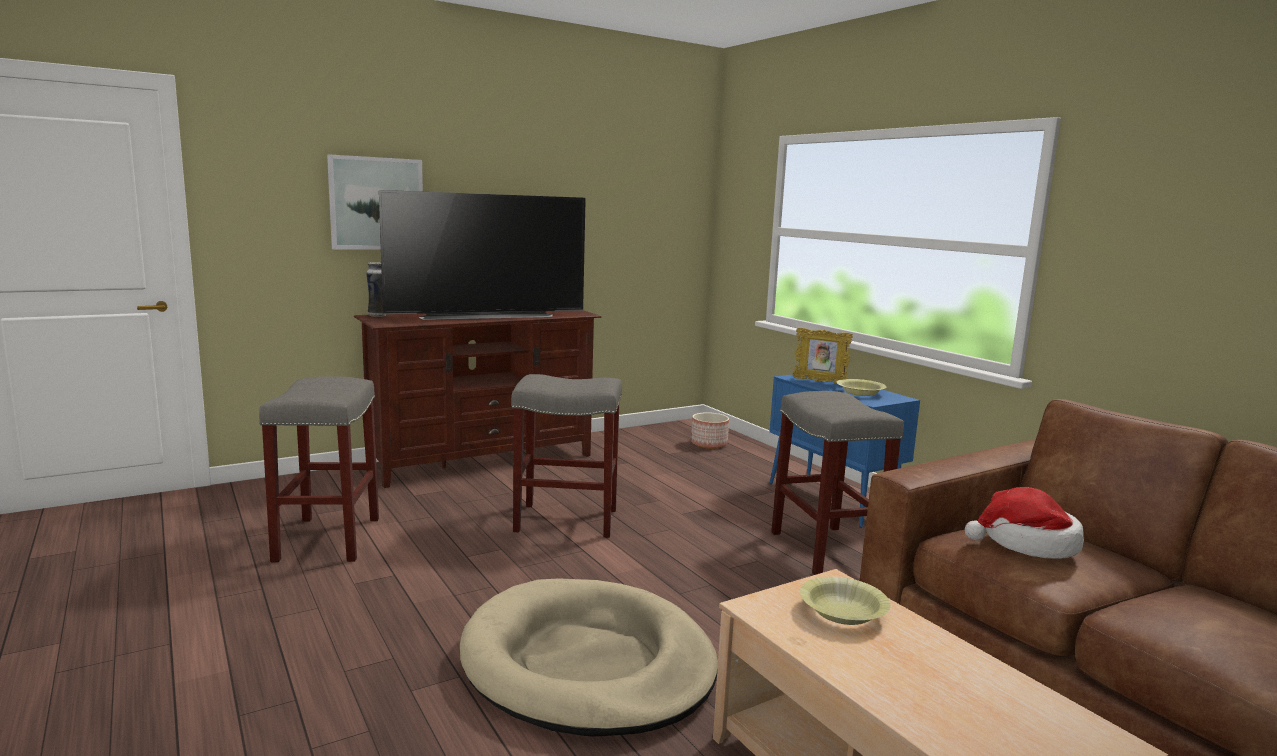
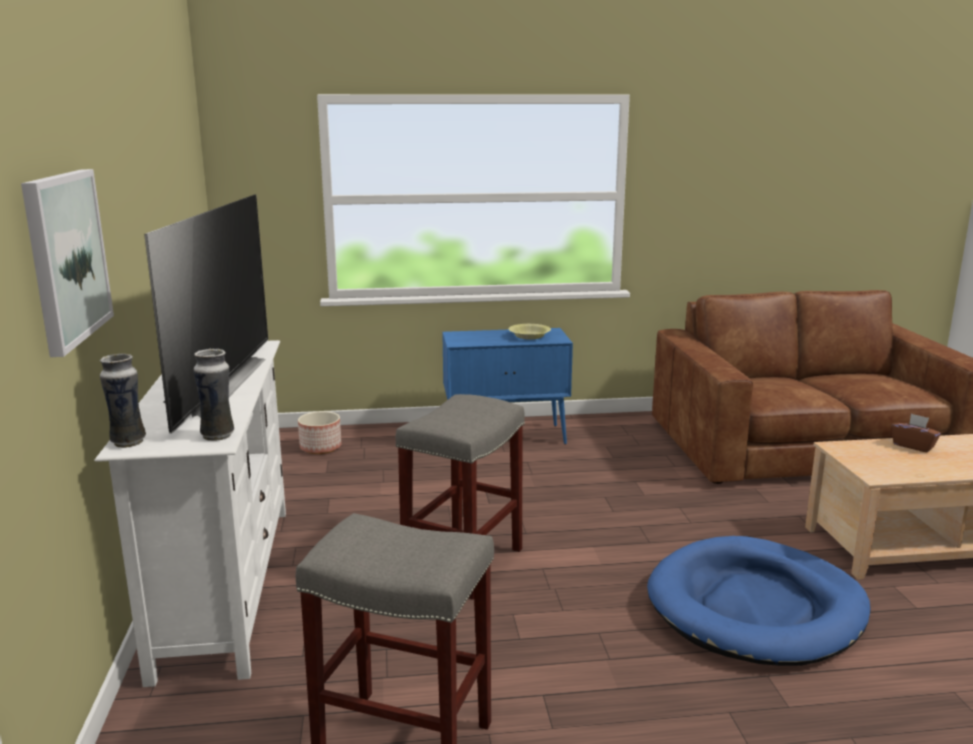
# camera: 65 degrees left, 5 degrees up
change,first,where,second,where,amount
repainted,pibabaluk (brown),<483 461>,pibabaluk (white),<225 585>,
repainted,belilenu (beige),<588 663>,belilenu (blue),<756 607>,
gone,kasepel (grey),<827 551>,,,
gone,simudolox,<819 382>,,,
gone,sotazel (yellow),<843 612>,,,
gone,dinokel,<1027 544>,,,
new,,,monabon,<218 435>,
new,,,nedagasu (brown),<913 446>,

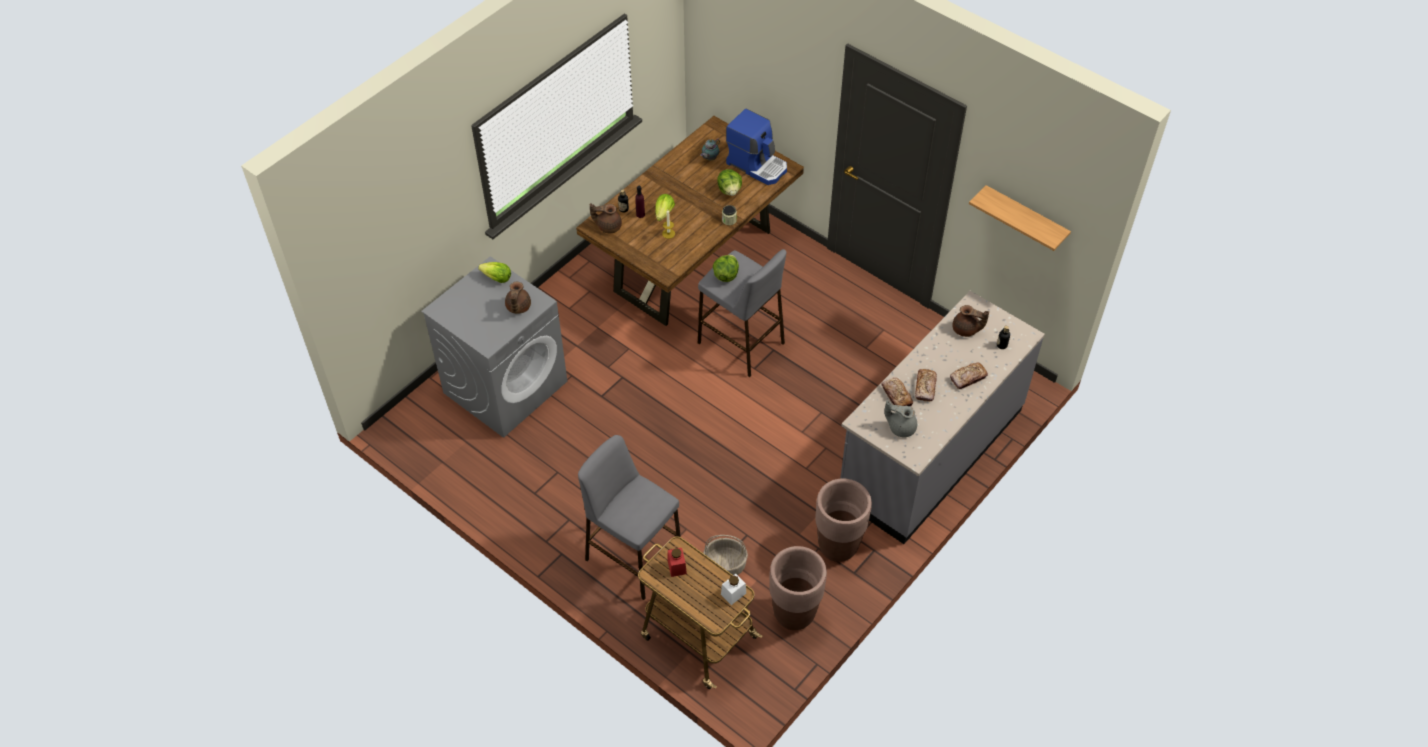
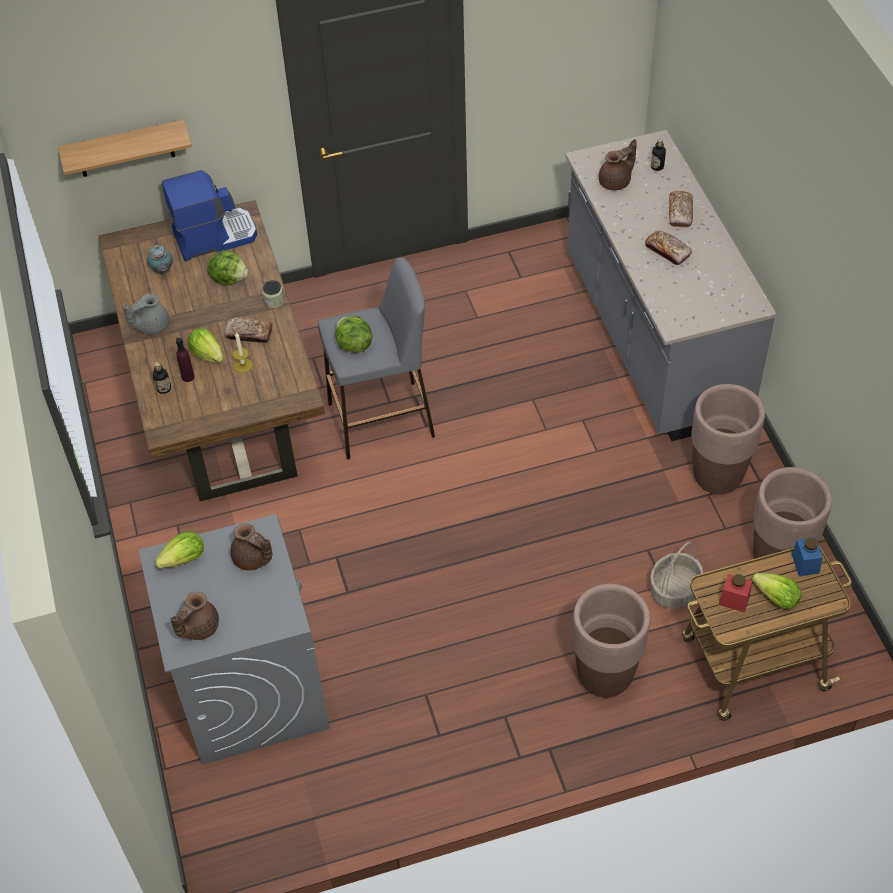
# camera: 55 degrees left, 0 degrees up
change,first,where,second,where,amount
swapped,kasepel (grey),<633 557>,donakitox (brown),<604 676>,
shifted,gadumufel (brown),<608 226>,,<198 627>,
repainted,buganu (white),<733 594>,buganu (blue),<805 563>,
shifted,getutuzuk,<896 396>,,<249 334>,
shifted,gadumufel (grey),<901 427>,,<151 326>,
shifted,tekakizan,<1025 219>,,<125 149>,
new,,,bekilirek,<776 598>,

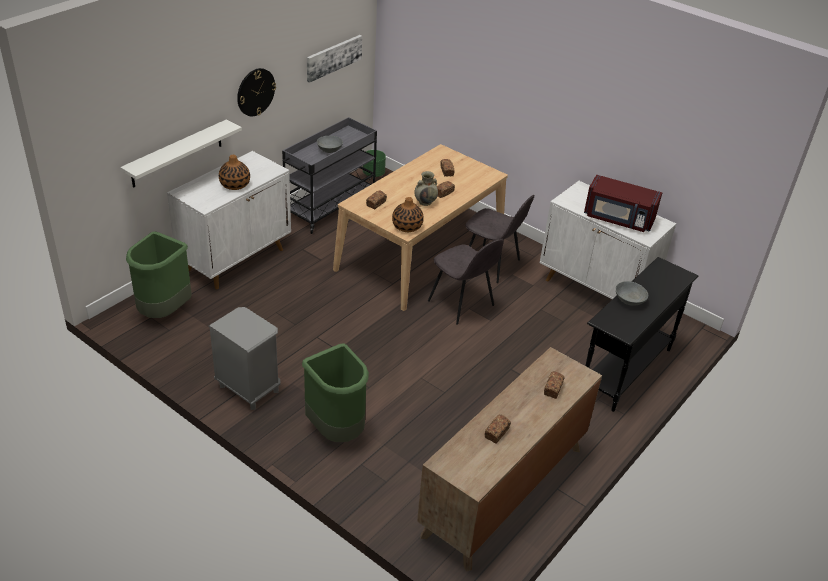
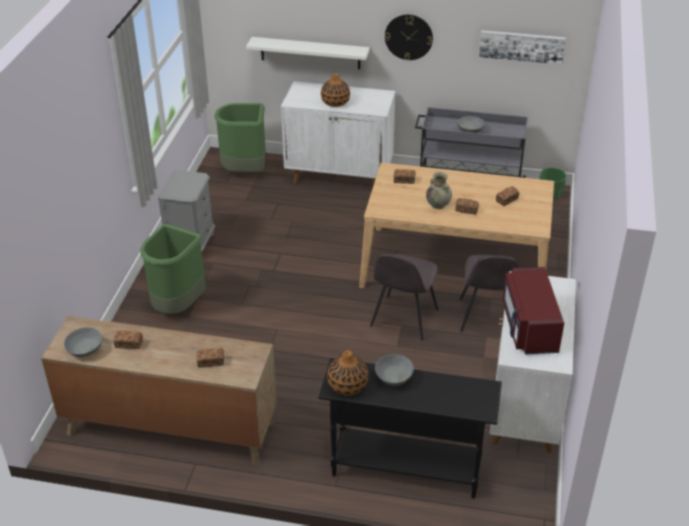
# camera: 65 degrees right, 0 degrees up
change,first,where,second,where,amount
shifted,monabon,<407 226>,,<348 385>,
new,,,sotazel (grey),<85 349>,

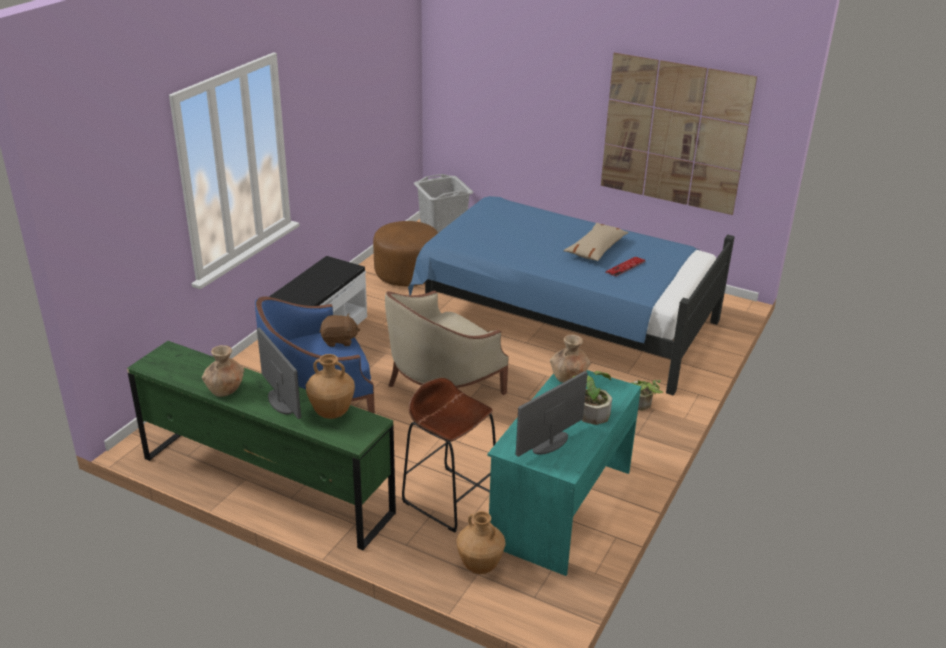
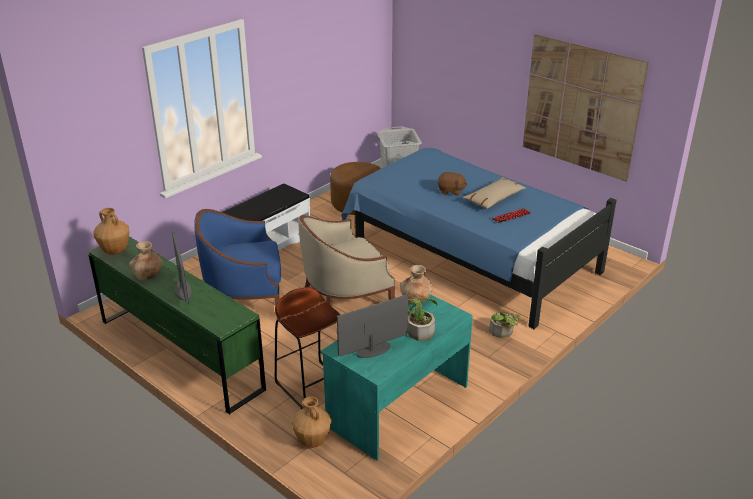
# camera: 15 degrees right, 0 degrees up
change,first,where,second,where,amount
shifted,monabon (brown),<331 413>,,<115 251>,
shifted,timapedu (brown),<339 340>,,<451 191>,

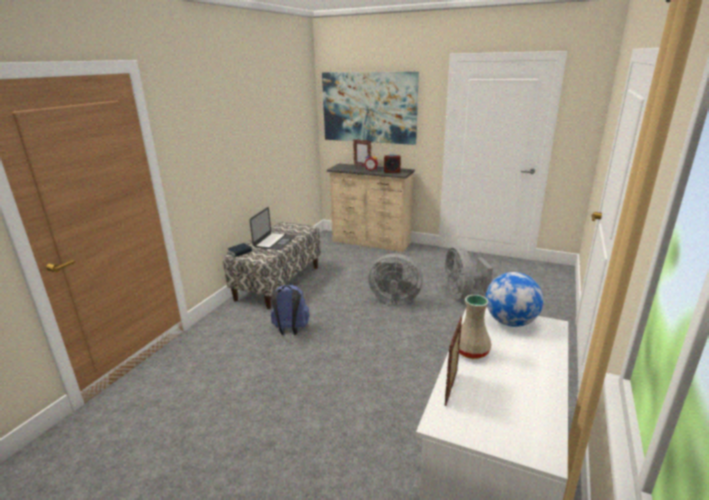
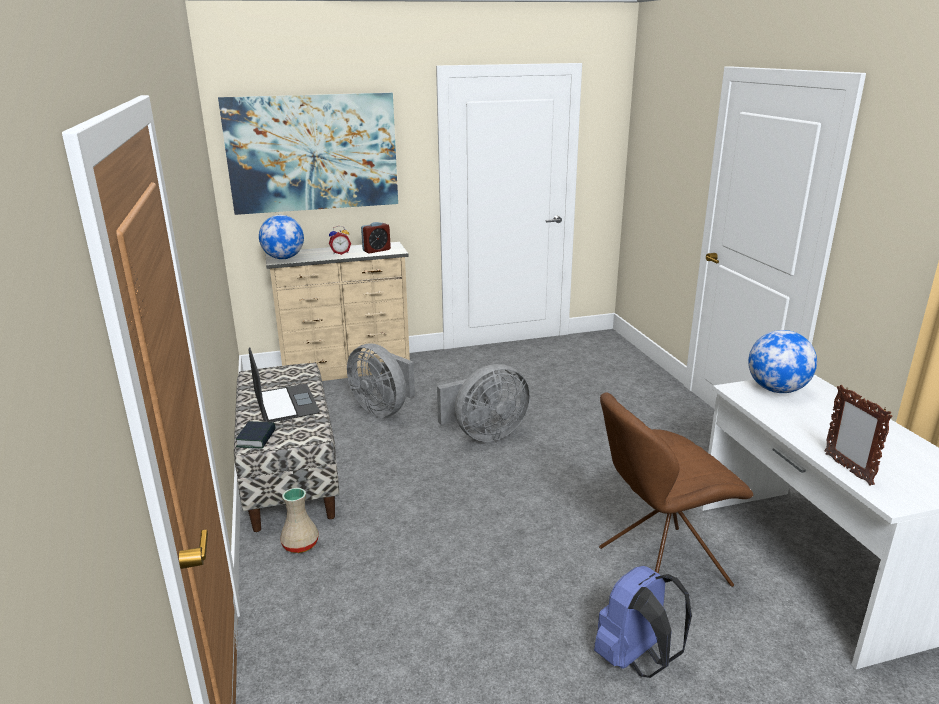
# camera: 40 degrees left, 0 degrees up
change,first,where,second,where,amount
shifted,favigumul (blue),<290 330>,,<636 659>,
gone,simudolox,<362 166>,,,
shifted,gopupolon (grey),<462 294>,,<383 409>,
shifted,monabon (beige),<472 351>,,<301 545>,
new,,,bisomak,<283 258>,
new,,,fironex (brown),<658 567>,

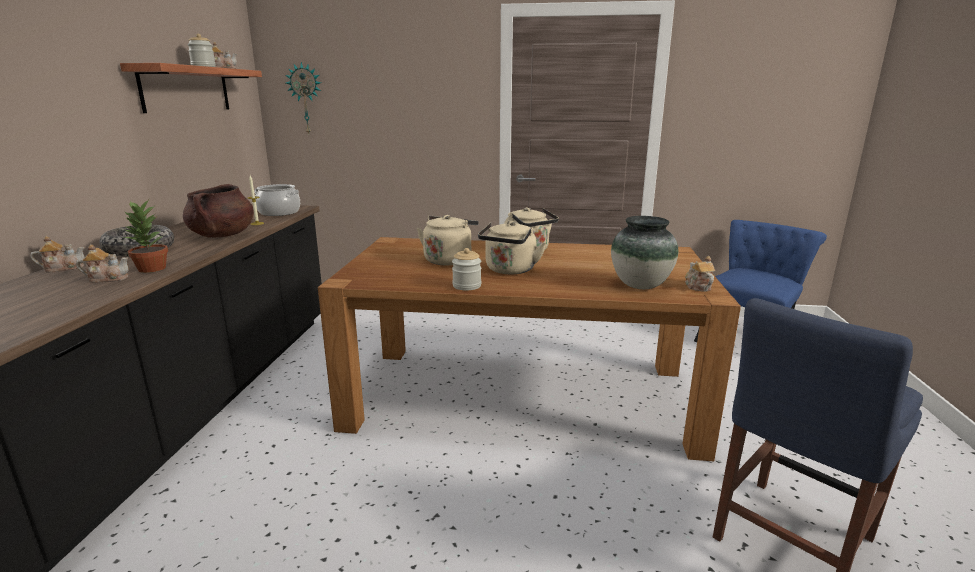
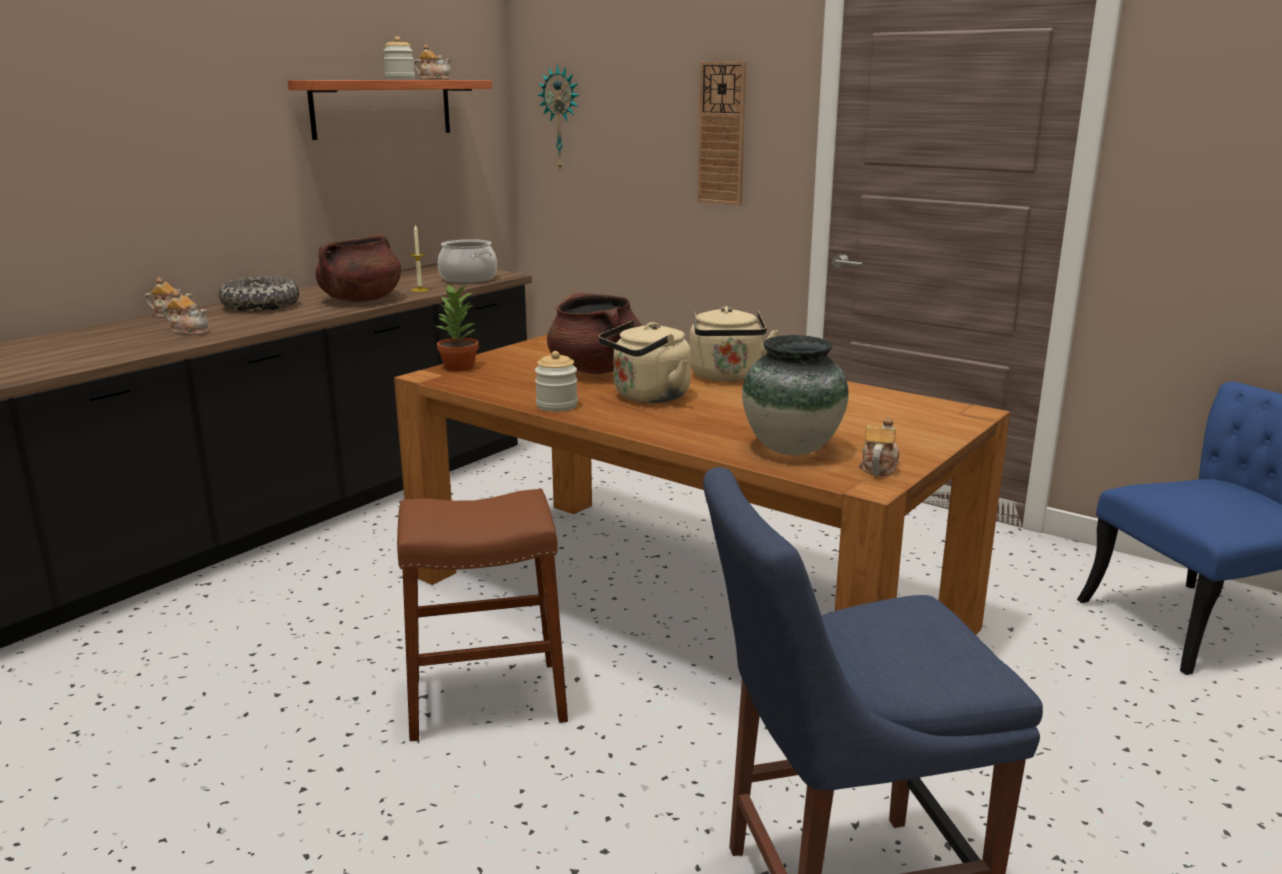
# camera: 30 degrees right, 0 degrees up
change,first,where,second,where,amount
shifted,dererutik,<152 269>,,<459 367>,
swapped,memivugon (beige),<448 260>,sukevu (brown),<596 370>,
new,,,kasepel (brown),<486 699>,
new,,,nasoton,<722 134>,

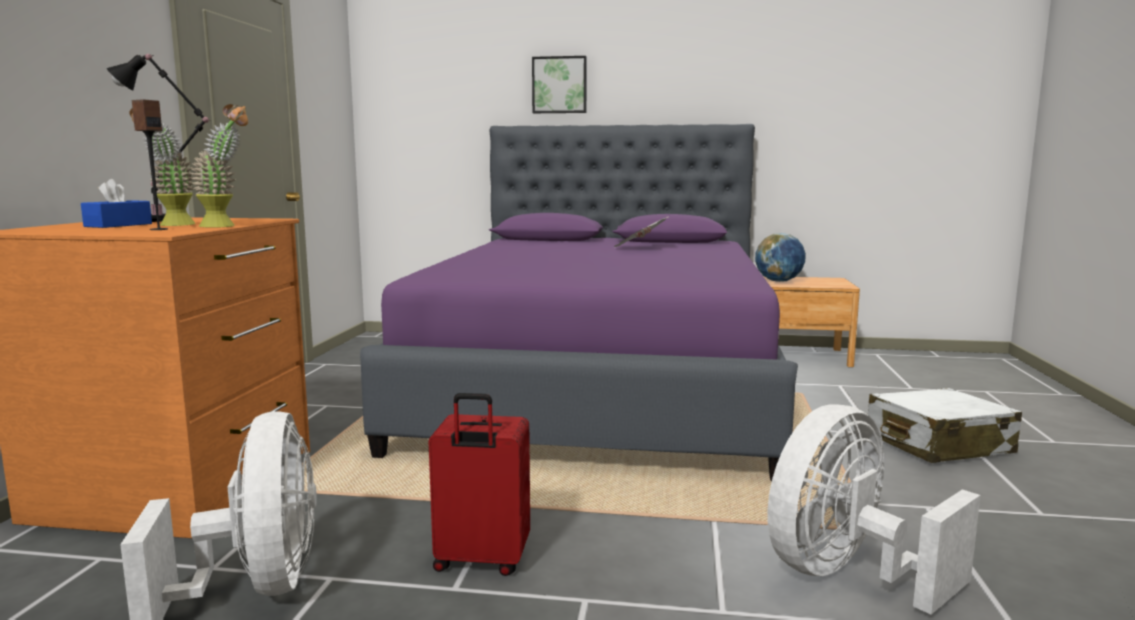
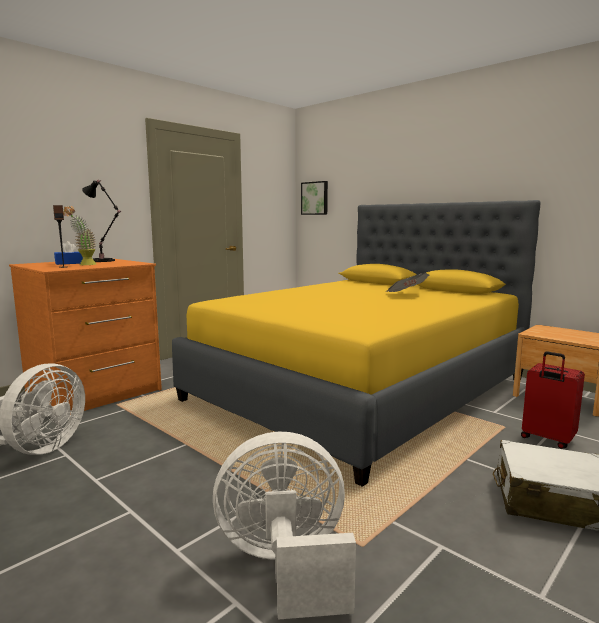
# camera: 35 degrees right, 0 degrees up
change,first,where,second,where,amount
gone,dererutik,<226 226>,,,
repainted,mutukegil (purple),<599 389>,mutukegil (yellow),<360 389>,
shifted,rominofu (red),<481 561>,,<547 439>,
shifted,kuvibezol,<559 85>,,<315 198>,
gone,bisomak,<779 281>,,,

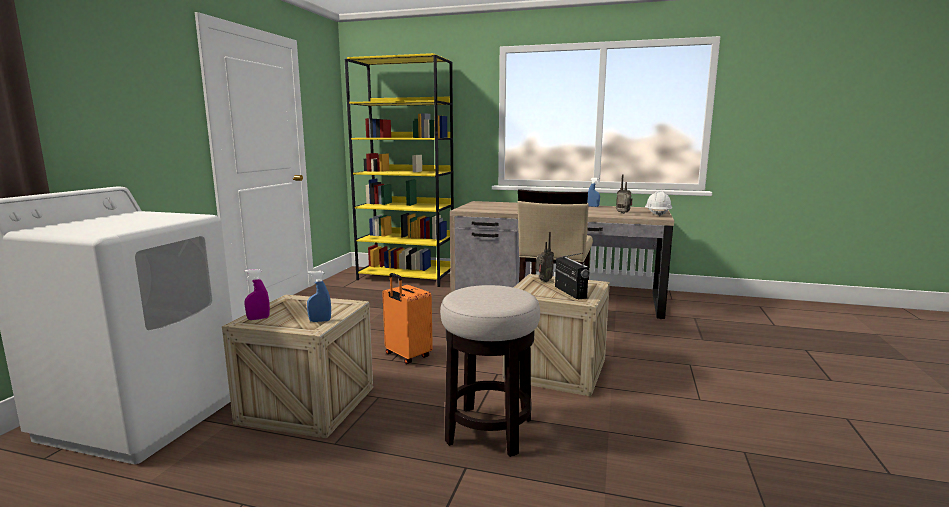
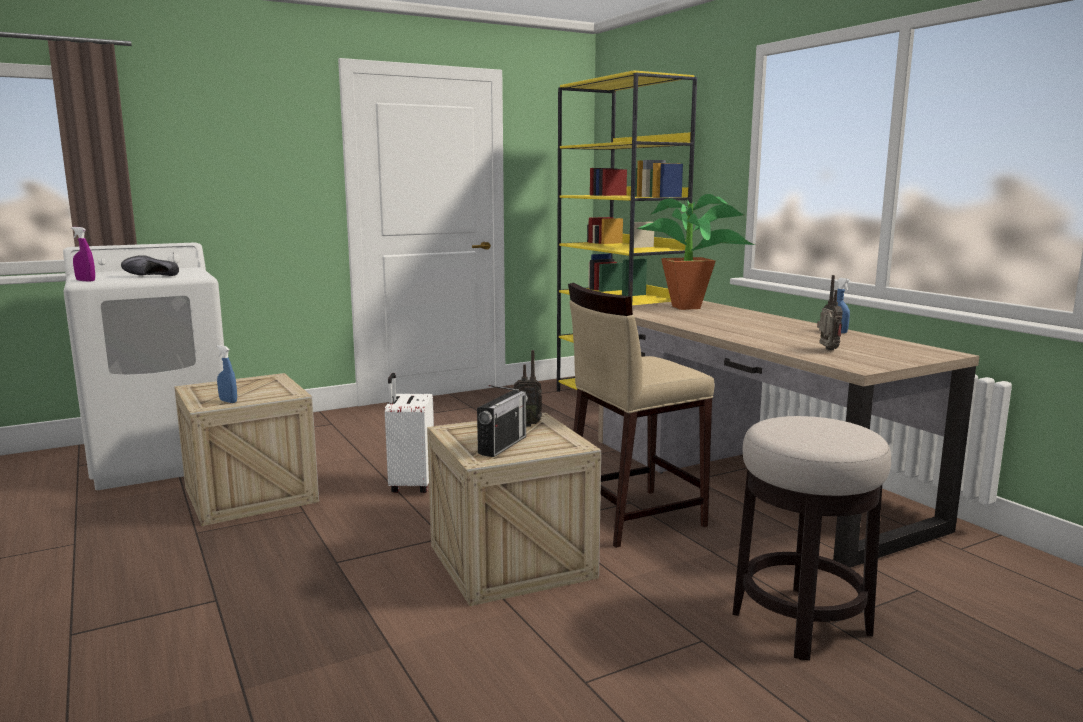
# camera: 45 degrees right, 0 degrees up
change,first,where,second,where,amount
shifted,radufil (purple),<258 318>,,<85 281>,
repainted,rominofu (orange),<407 356>,rominofu (white),<411 485>,
shifted,kasepel,<489 431>,,<800 622>,
gone,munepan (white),<657 214>,,,
new,,,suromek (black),<149 277>,
new,,,dererutik,<692 308>,

